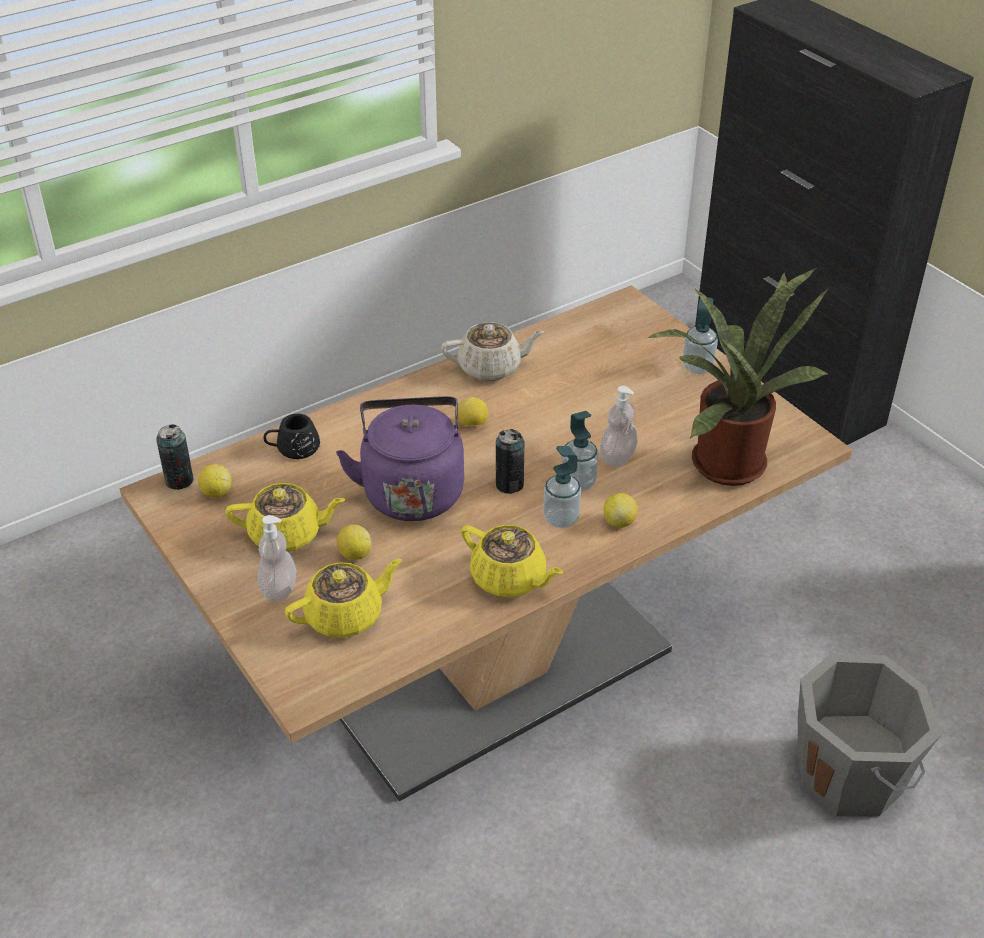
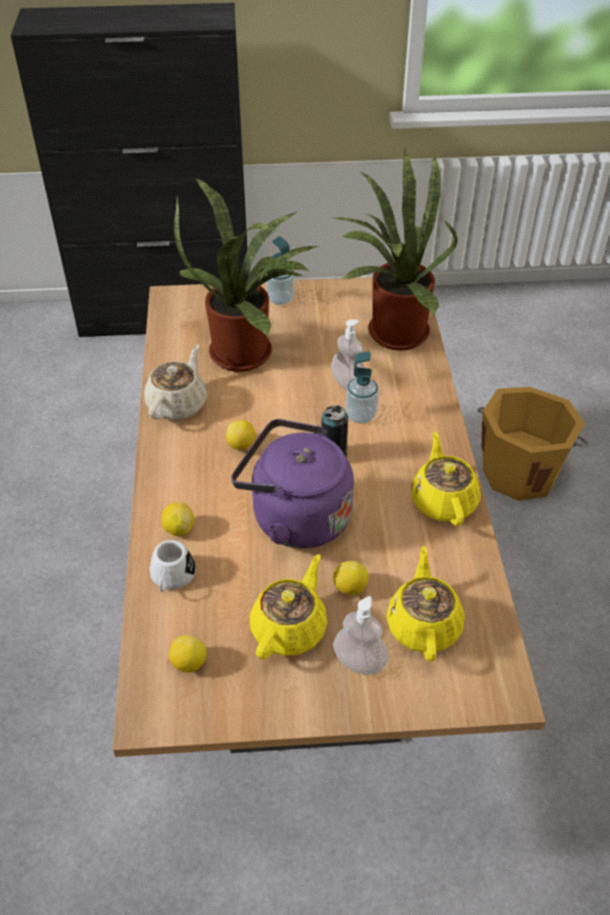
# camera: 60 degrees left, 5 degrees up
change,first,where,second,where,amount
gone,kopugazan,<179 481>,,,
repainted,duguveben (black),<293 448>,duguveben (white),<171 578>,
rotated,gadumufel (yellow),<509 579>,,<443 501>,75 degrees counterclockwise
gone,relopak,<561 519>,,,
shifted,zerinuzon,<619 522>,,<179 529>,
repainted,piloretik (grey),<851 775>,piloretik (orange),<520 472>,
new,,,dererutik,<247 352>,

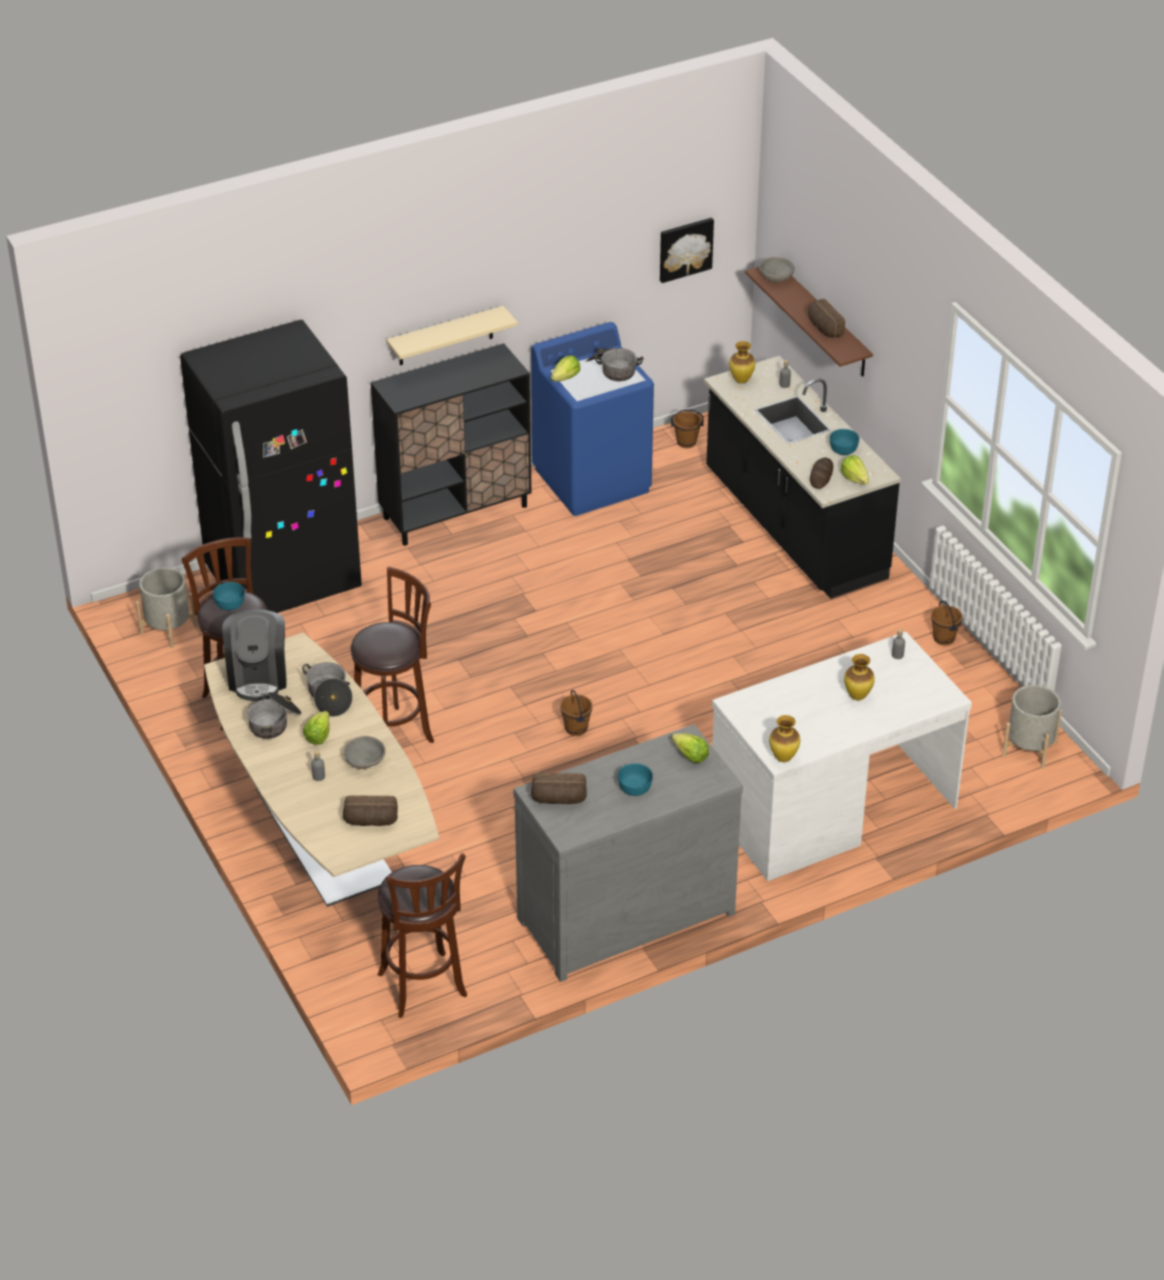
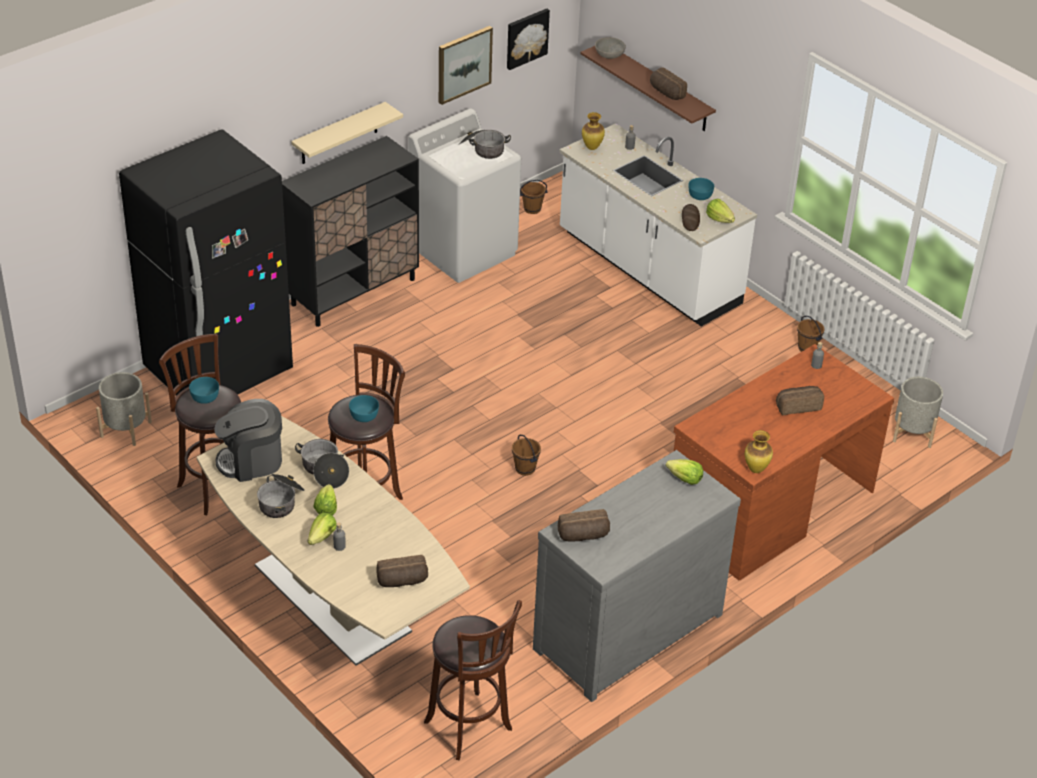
# camera: 15 degrees left, 0 degrees up
change,first,where,second,where,amount
rotated,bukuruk,<258 677>,,<251 461>,90 degrees clockwise
gone,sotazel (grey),<364 762>,,,
repainted,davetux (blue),<592 480>,davetux (white),<463 250>,
shifted,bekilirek,<566 378>,,<322 537>,
shifted,sotazel (turquoise),<634 788>,,<363 416>,
repainted,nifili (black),<793 527>,nifili (white),<648 269>,
repainted,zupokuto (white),<831 807>,zupokuto (brown),<769 506>,
swapped,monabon,<858 697>,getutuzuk,<797 406>,
new,,,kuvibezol,<463 64>,

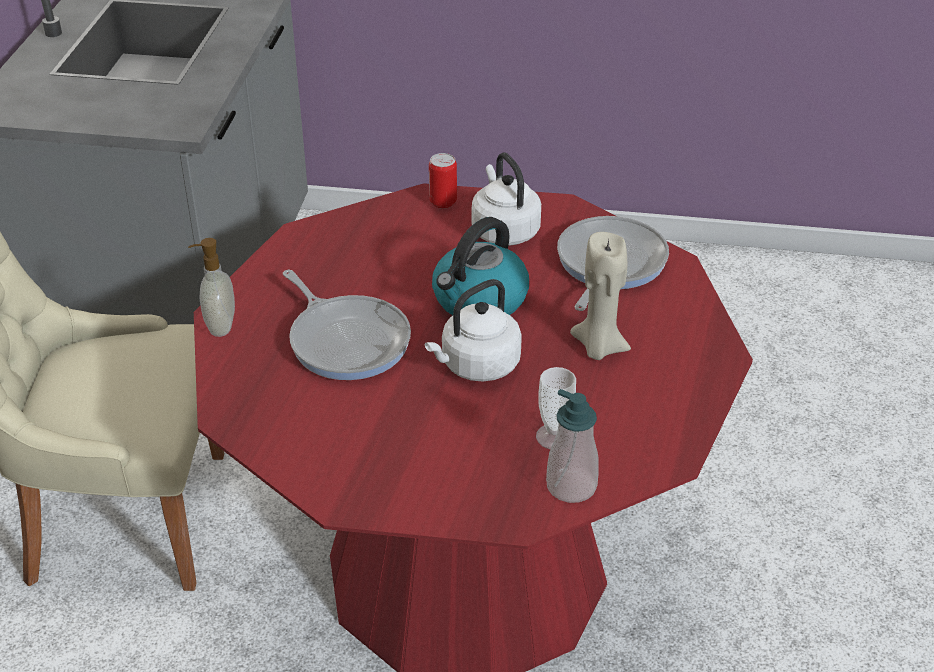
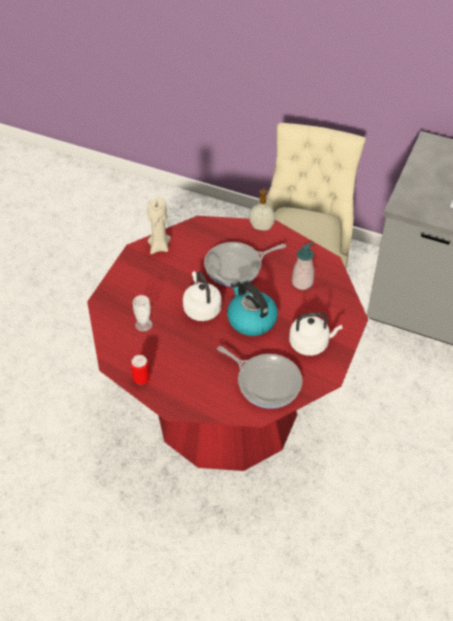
# camera: 105 degrees right, 10 degrees up
change,first,where,second,where,amount
shifted,kopugazan,<443 202>,,<141 379>,
shifted,relopak,<571 486>,,<302 282>,
shifted,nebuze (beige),<598 347>,,<159 246>,

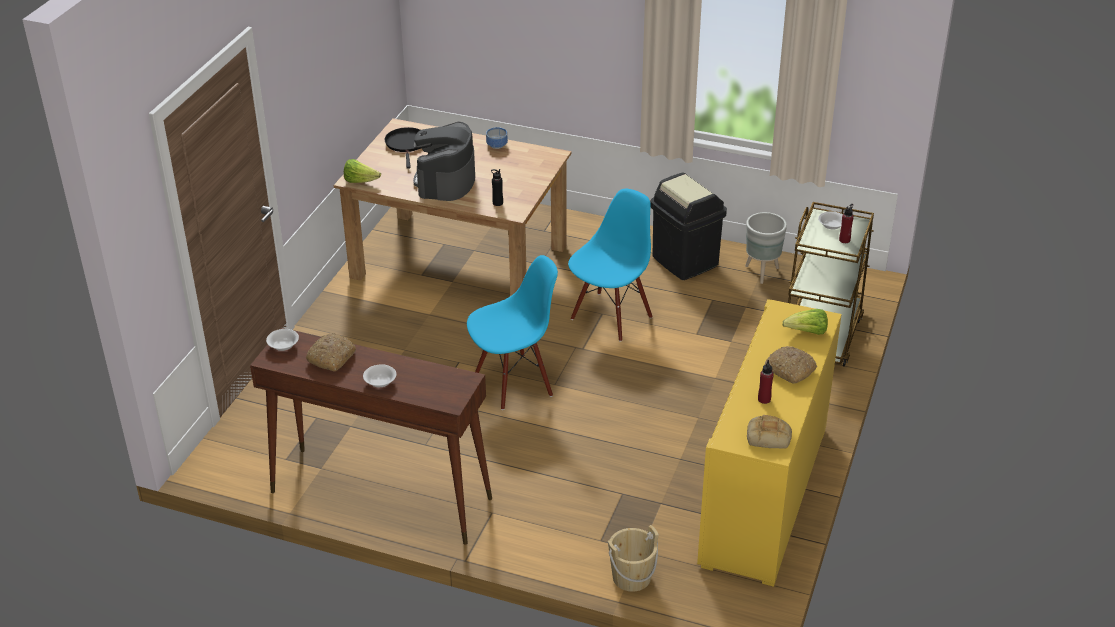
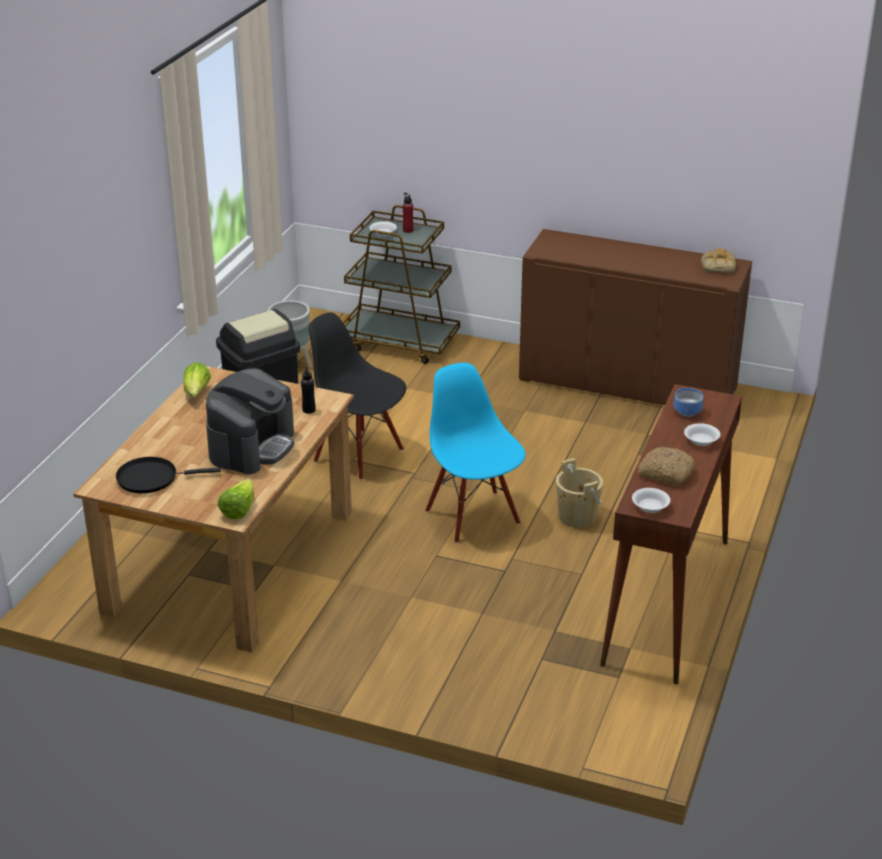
# camera: 90 degrees left, 5 degrees down
change,first,where,second,where,amount
rotated,bukuruk,<445 181>,,<252 446>,75 degrees counterclockwise
shifted,sotazel,<496 145>,,<687 413>,
repainted,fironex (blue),<610 317>,fironex (black),<359 455>,
shifted,piloretik (beige),<631 577>,,<577 517>,
repainted,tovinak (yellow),<764 495>,tovinak (brown),<627 383>,
gone,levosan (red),<764 399>,,,
gone,getutuzuk,<789 370>,,,
shifted,bekilirek,<807 332>,,<197 393>,

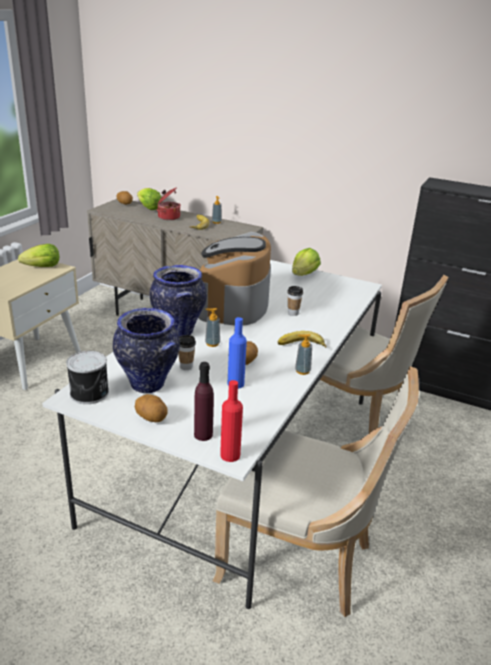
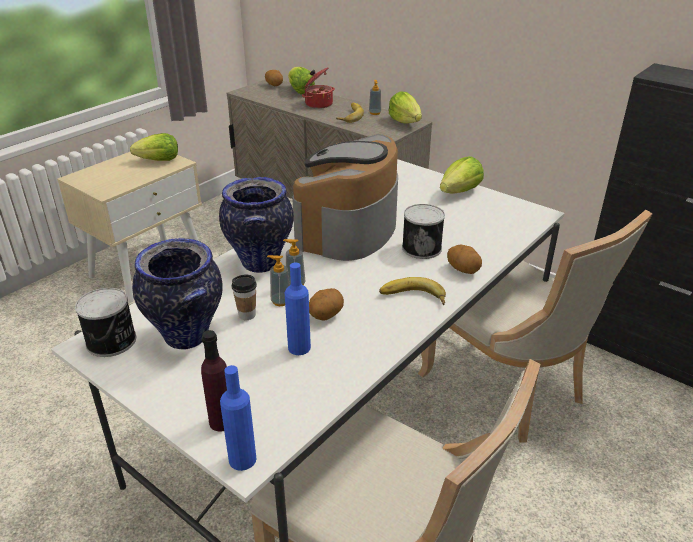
# camera: 15 degrees right, 5 degrees up
change,first,where,second,where,amount
shifted,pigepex,<151 418>,,<463 270>,
repainted,levosan (red),<230 455>,levosan (blue),<242 459>,
swapped,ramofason,<293 313>,kopugazan,<422 247>,
shifted,relopak,<302 371>,,<280 301>,
new,,,bekilirek,<405 122>,

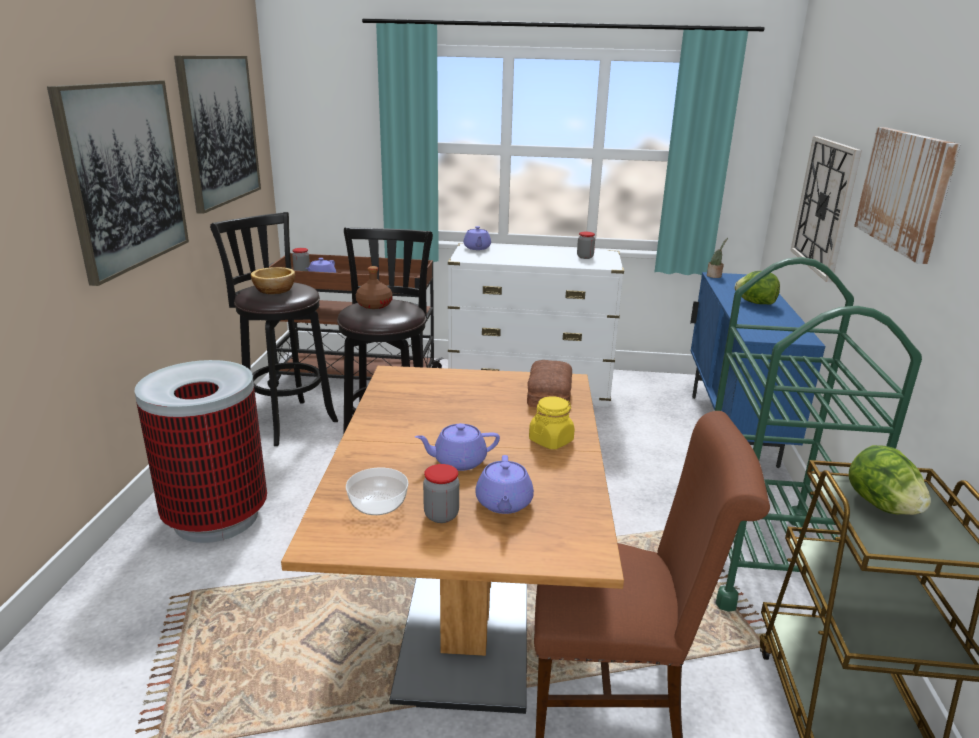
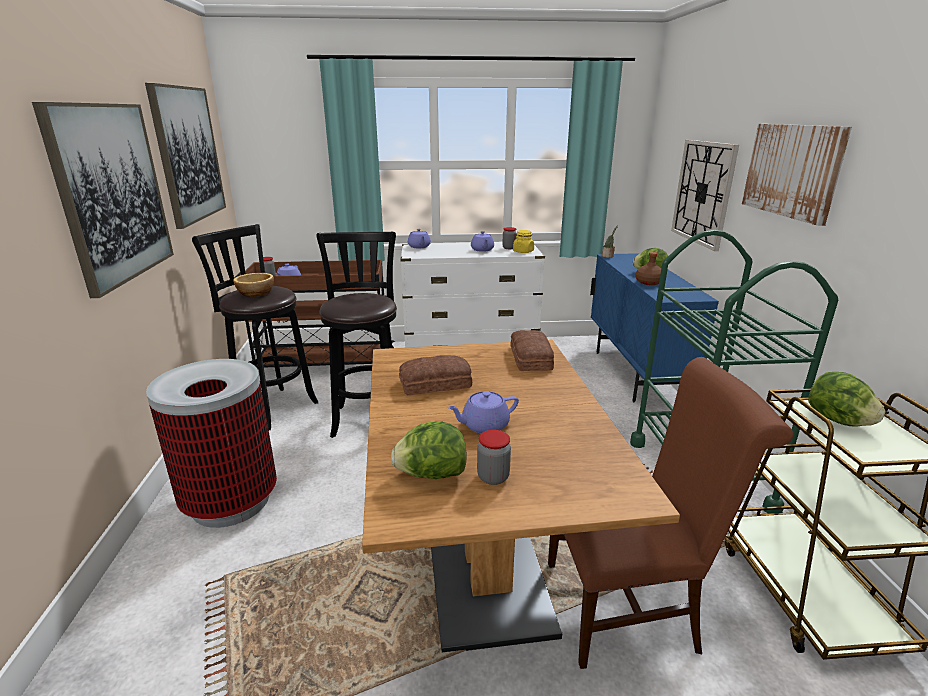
# camera: 10 degrees left, 0 degrees up
change,first,where,second,where,amount
swapped,sotazel,<378 504>,bekilirek,<431 475>,
shifted,levosan (brown),<374 305>,,<648 282>,
shifted,gadumufel (purple),<504 503>,,<482 250>,
shifted,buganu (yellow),<551 440>,,<523 251>,
new,,,getutuzuk,<436 384>,

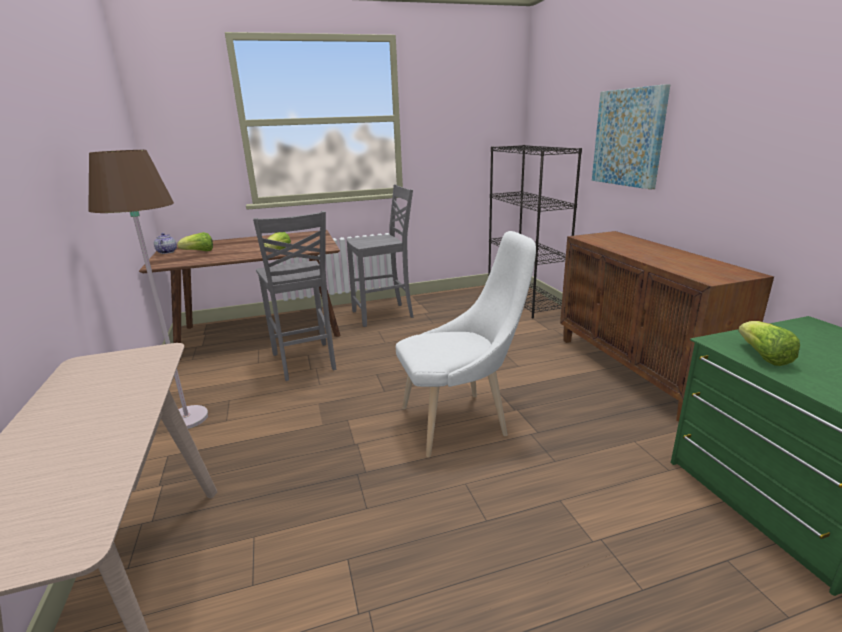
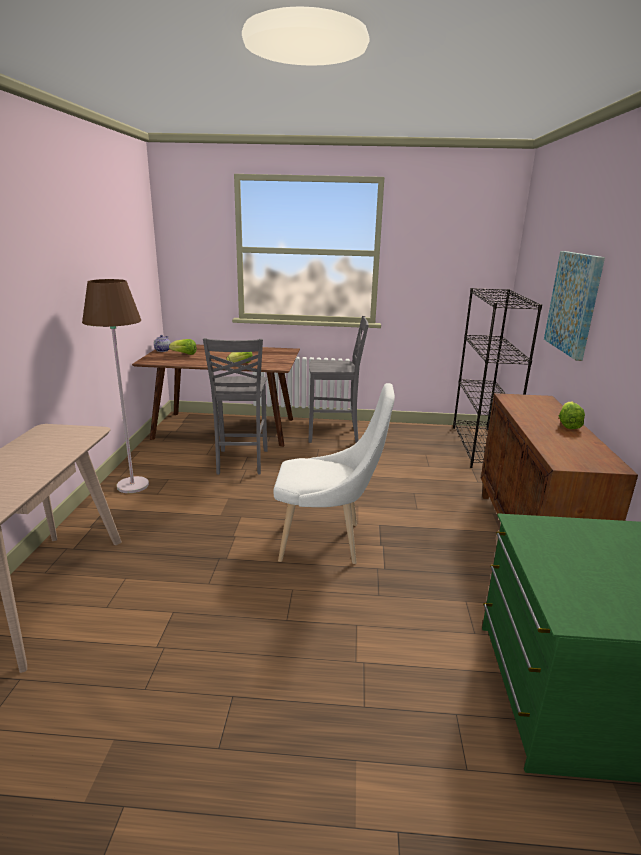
# camera: 20 degrees right, 0 degrees up
change,first,where,second,where,amount
shifted,bekilirek,<763 356>,,<568 424>,

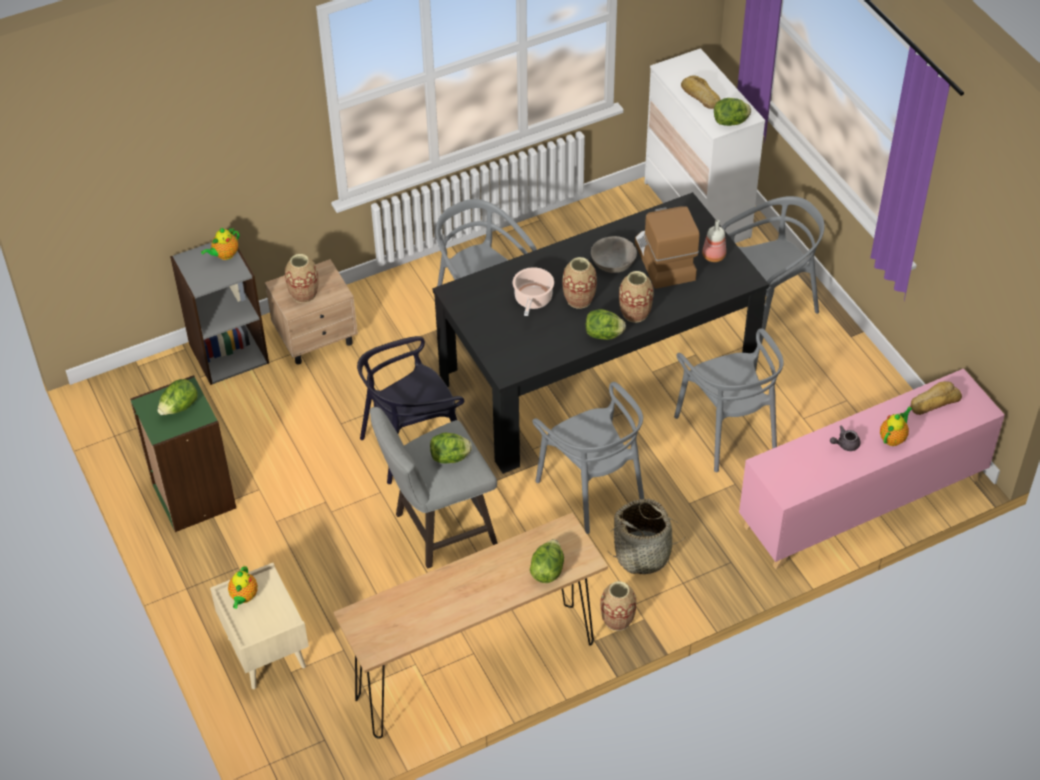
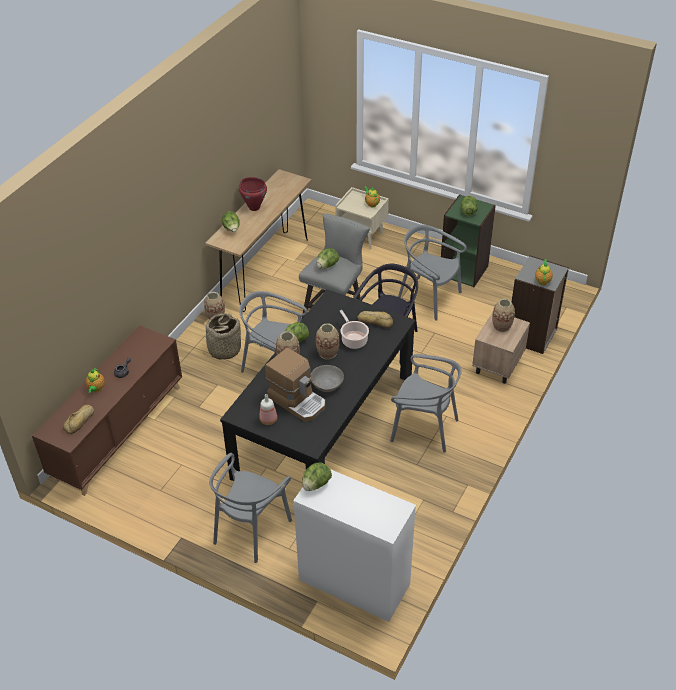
# camera: 145 degrees right, 5 degrees down
change,first,where,second,where,amount
shifted,fironex (grey),<728 432>,,<429 297>,
shifted,getutuzuk,<699 96>,,<375 321>,
repainted,tovinak (pink),<861 503>,tovinak (brown),<119 432>,
new,,,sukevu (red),<254 207>,

